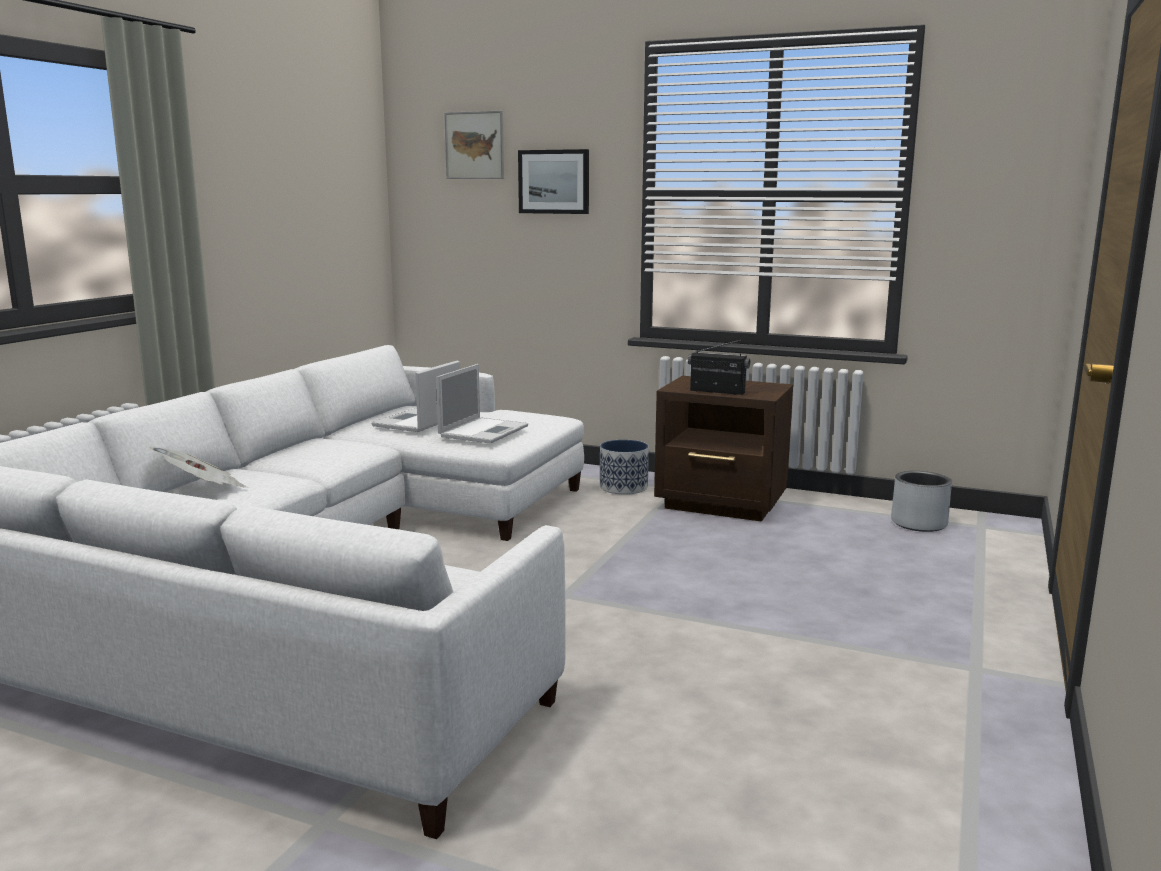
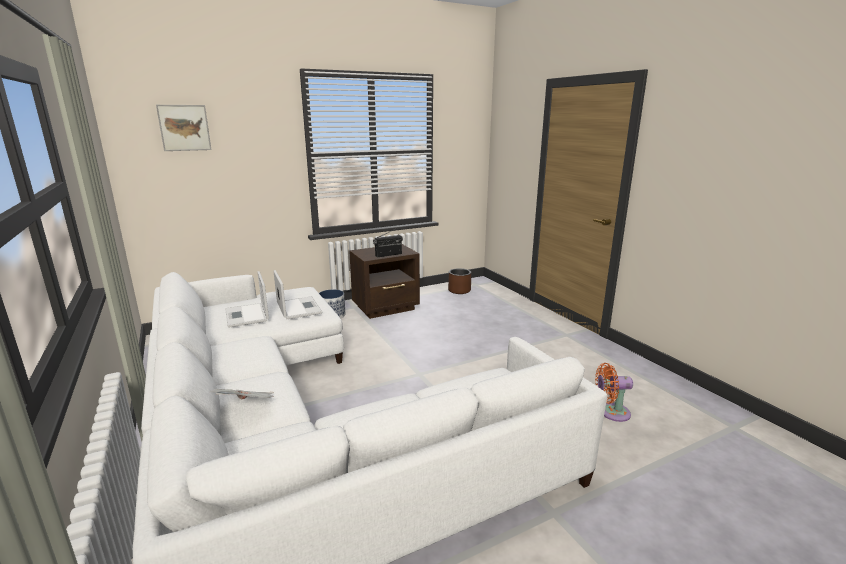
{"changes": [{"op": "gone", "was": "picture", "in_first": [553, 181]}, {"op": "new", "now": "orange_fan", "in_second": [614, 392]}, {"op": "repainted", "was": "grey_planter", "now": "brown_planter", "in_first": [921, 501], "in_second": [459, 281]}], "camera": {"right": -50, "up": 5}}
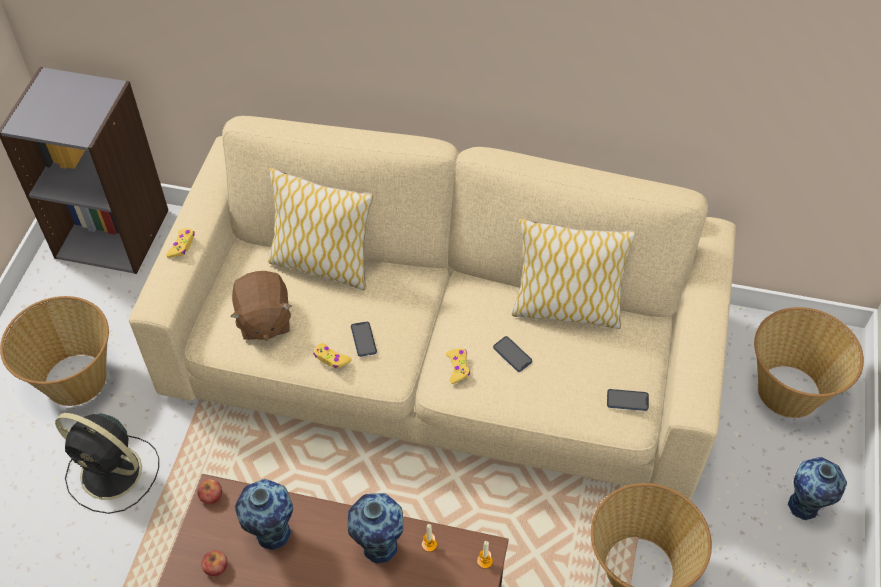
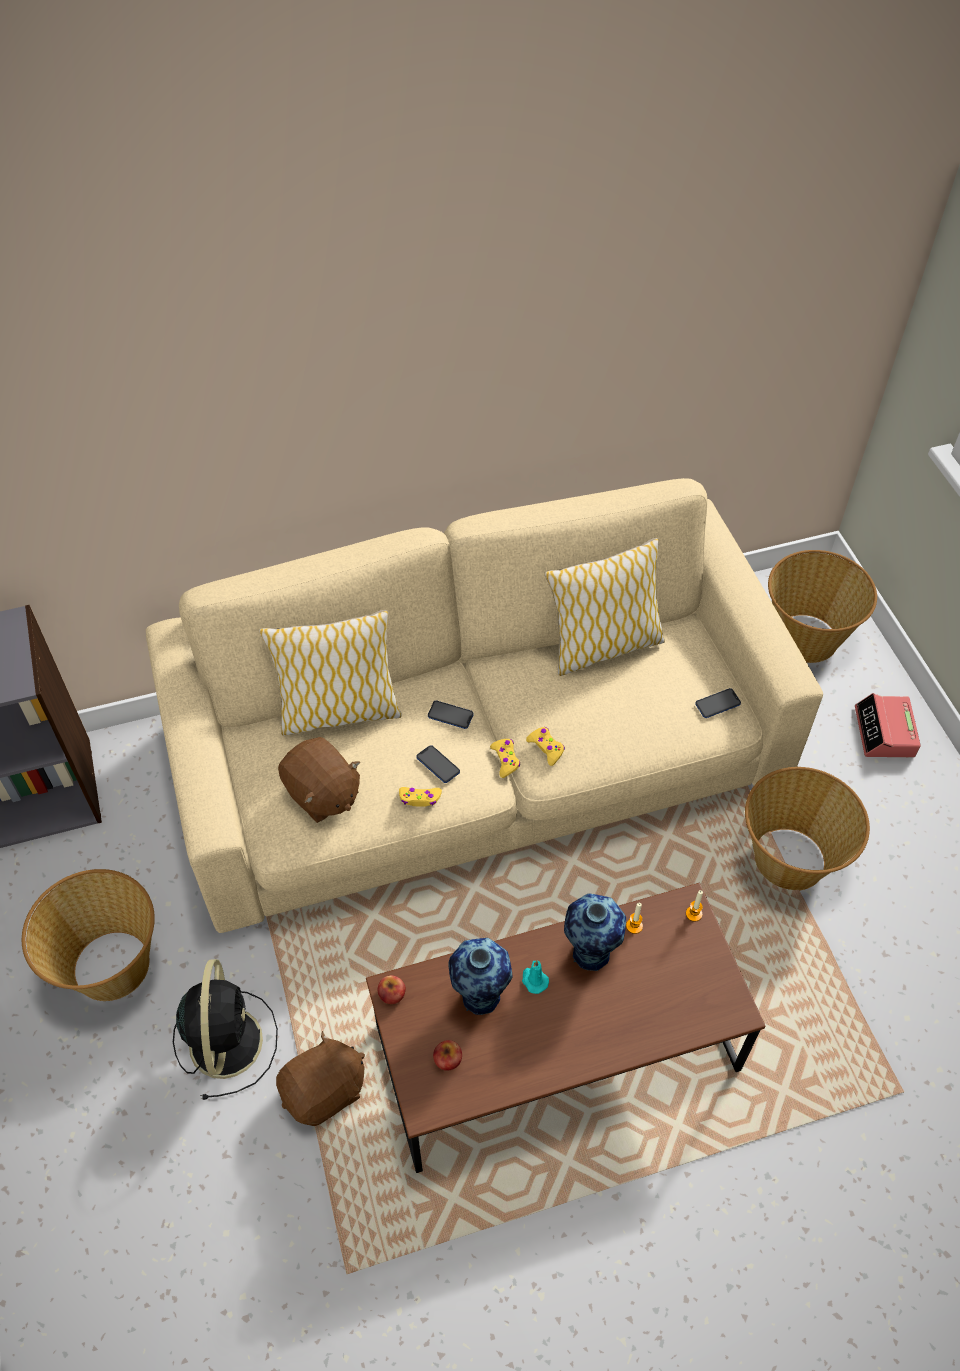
{"changes": [{"op": "new", "now": "brown_plush_toy", "in_second": [320, 1078]}, {"op": "new", "now": "turquoise_candle", "in_second": [535, 977]}, {"op": "shifted", "was": "yellow_game_controller", "in_first": [180, 243], "in_second": [505, 758]}, {"op": "shifted", "was": "phone", "in_first": [512, 354], "in_second": [451, 714]}, {"op": "swapped", "was": "vase", "now": "alarm_clock", "in_first": [817, 488], "in_second": [888, 725]}, {"op": "rotated", "was": "black_fan", "in_first": [107, 463], "in_second": [225, 1029], "clockwise": -90}], "camera": {"right": -30, "up": 0}}
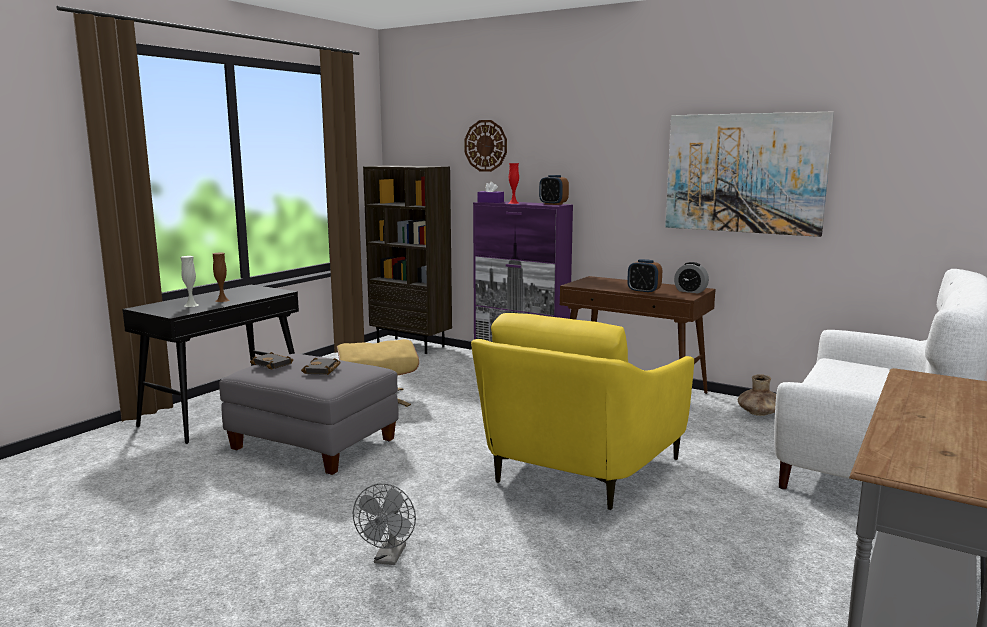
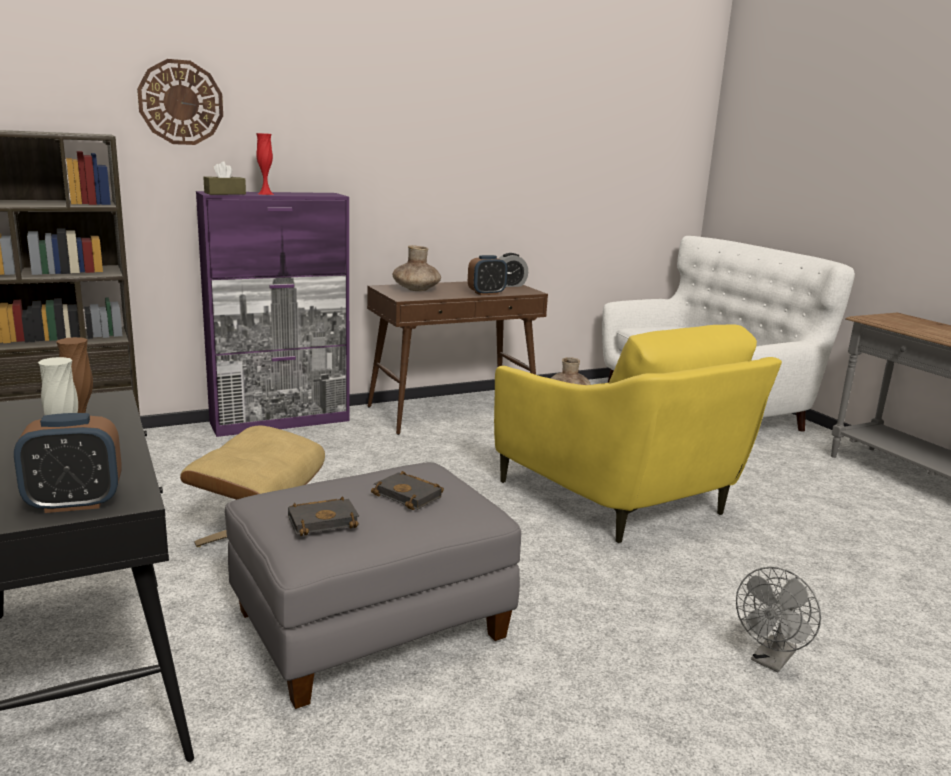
{"changes": [{"op": "gone", "was": "picture", "in_first": [749, 174]}, {"op": "new", "now": "brown_vase", "in_second": [416, 268]}, {"op": "shifted", "was": "alarm_clock", "in_first": [554, 190], "in_second": [68, 463]}, {"op": "repainted", "was": "purple_tissue_box", "now": "brown_tissue_box", "in_first": [491, 192], "in_second": [224, 178]}, {"op": "rotated", "was": "grey_fan", "in_first": [384, 524], "in_second": [778, 619], "clockwise": 90}], "camera": {"right": -60, "up": 5}}
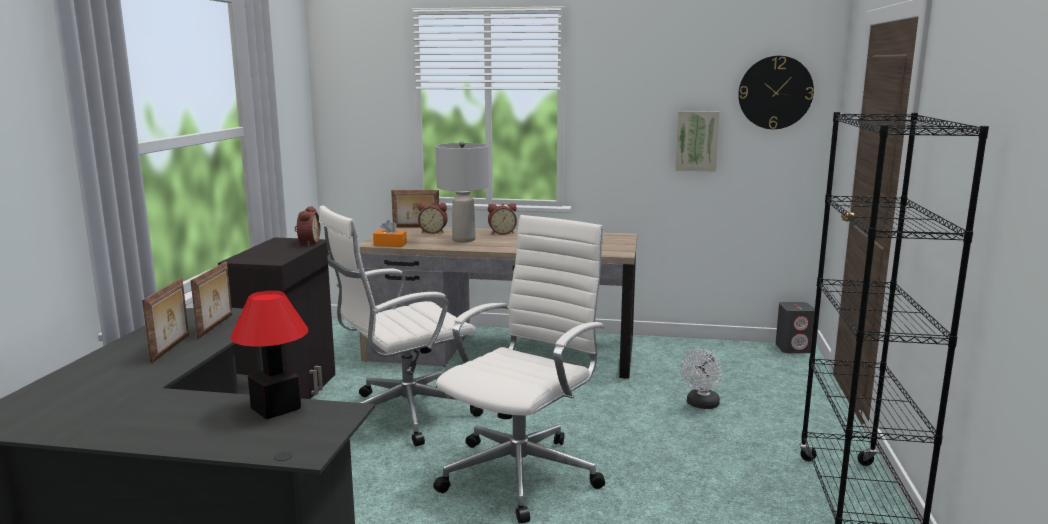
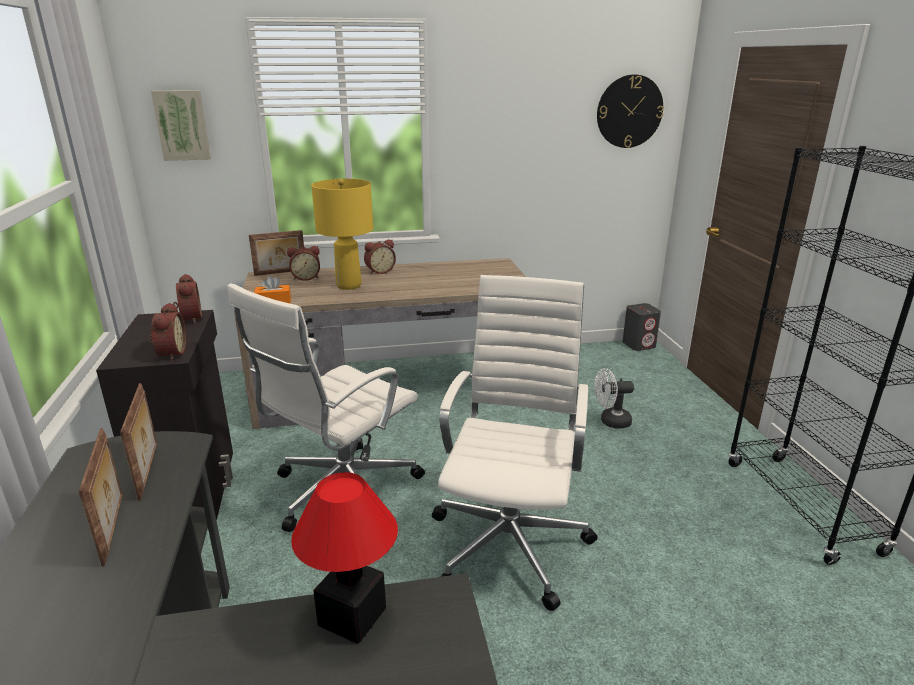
{"changes": [{"op": "new", "now": "alarm_clock", "in_second": [167, 332]}, {"op": "shifted", "was": "picture", "in_first": [697, 141], "in_second": [181, 125]}, {"op": "repainted", "was": "grey_table_lamp", "now": "yellow_table_lamp", "in_first": [462, 191], "in_second": [342, 234]}, {"op": "rotated", "was": "white_fan", "in_first": [701, 379], "in_second": [614, 398], "clockwise": 75}], "camera": {"right": -20, "up": 10}}
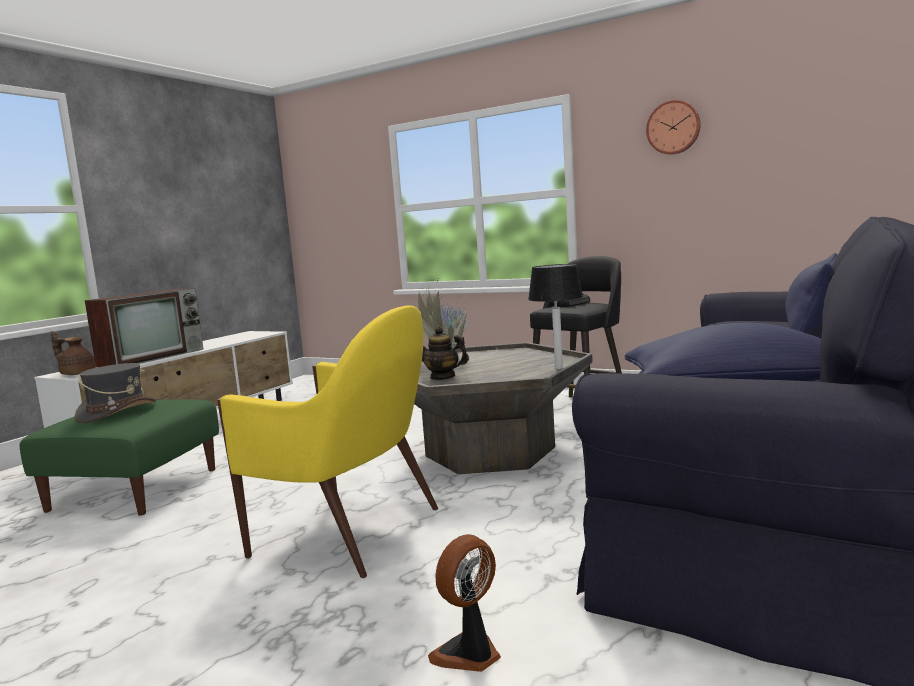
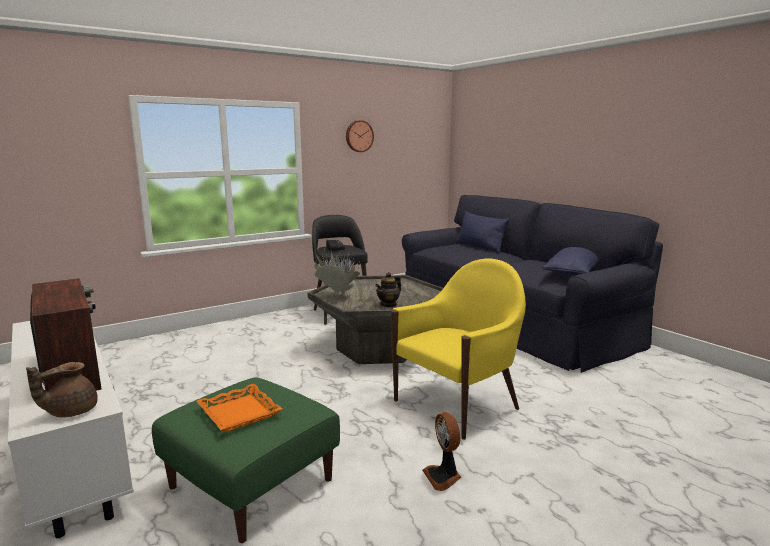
{"changes": [{"op": "gone", "was": "table_lamp", "in_first": [555, 316]}, {"op": "shifted", "was": "fan", "in_first": [464, 603], "in_second": [441, 451]}, {"op": "swapped", "was": "grey_hat", "now": "orange_tray", "in_first": [115, 393], "in_second": [239, 408]}], "camera": {"right": -65, "up": 5}}
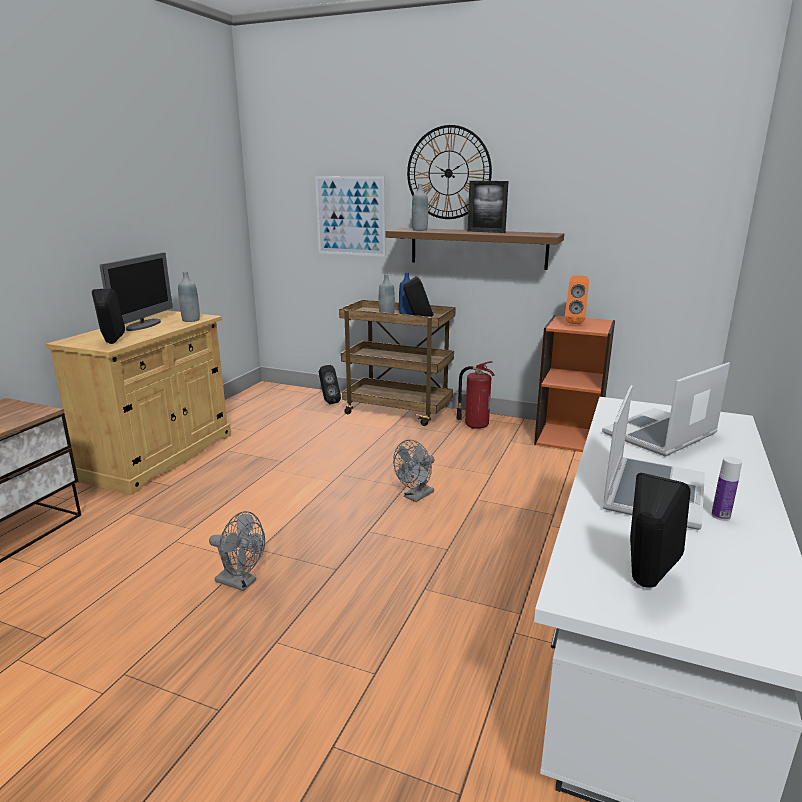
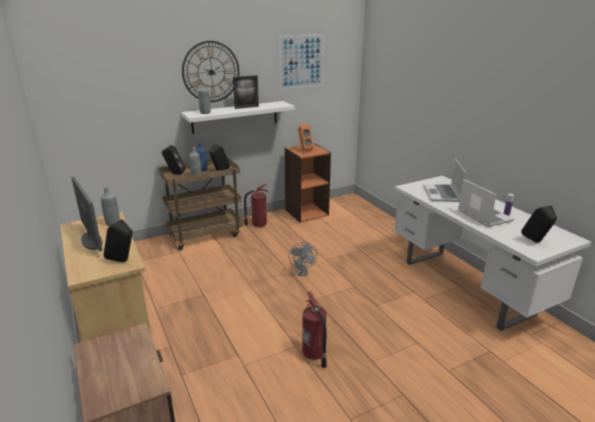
{"changes": [{"op": "shifted", "was": "picture", "in_first": [350, 216], "in_second": [302, 62]}, {"op": "shifted", "was": "black_speaker", "in_first": [330, 384], "in_second": [173, 159]}, {"op": "swapped", "was": "grey_fan", "now": "fire_extinguisher", "in_first": [237, 551], "in_second": [314, 329]}, {"op": "repainted", "was": "brown_shelf", "now": "white_shelf", "in_first": [474, 249], "in_second": [238, 117]}], "camera": {"right": -50, "up": 5}}
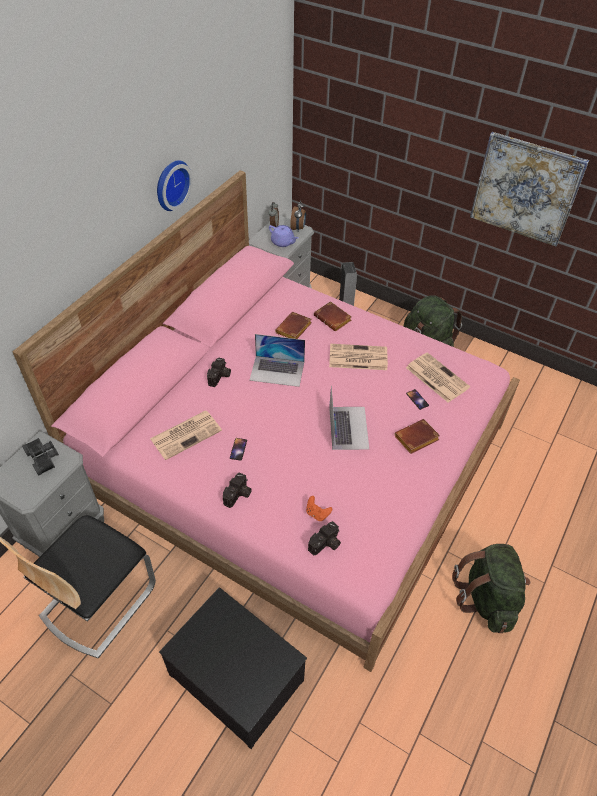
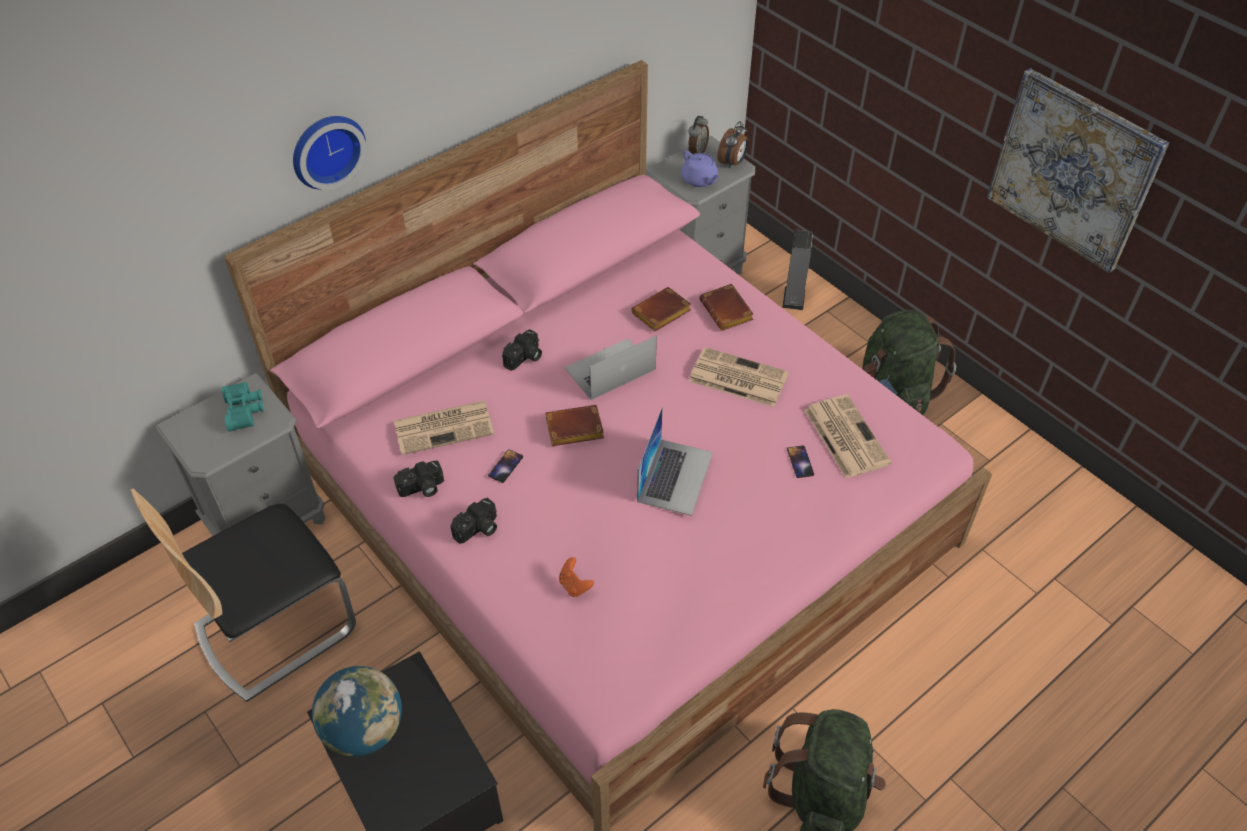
{"changes": [{"op": "new", "now": "globe", "in_second": [357, 711]}, {"op": "shifted", "was": "wall_clock", "in_first": [175, 185], "in_second": [329, 153]}, {"op": "shifted", "was": "photo_camera", "in_first": [324, 538], "in_second": [419, 479]}, {"op": "shifted", "was": "brown_book", "in_first": [417, 436], "in_second": [574, 425]}, {"op": "repainted", "was": "black_binoculars", "now": "turquoise_binoculars", "in_first": [40, 457], "in_second": [243, 407]}, {"op": "rotated", "was": "laptop", "in_first": [277, 360], "in_second": [610, 368], "clockwise": 120}], "camera": {"right": 20, "up": 0}}
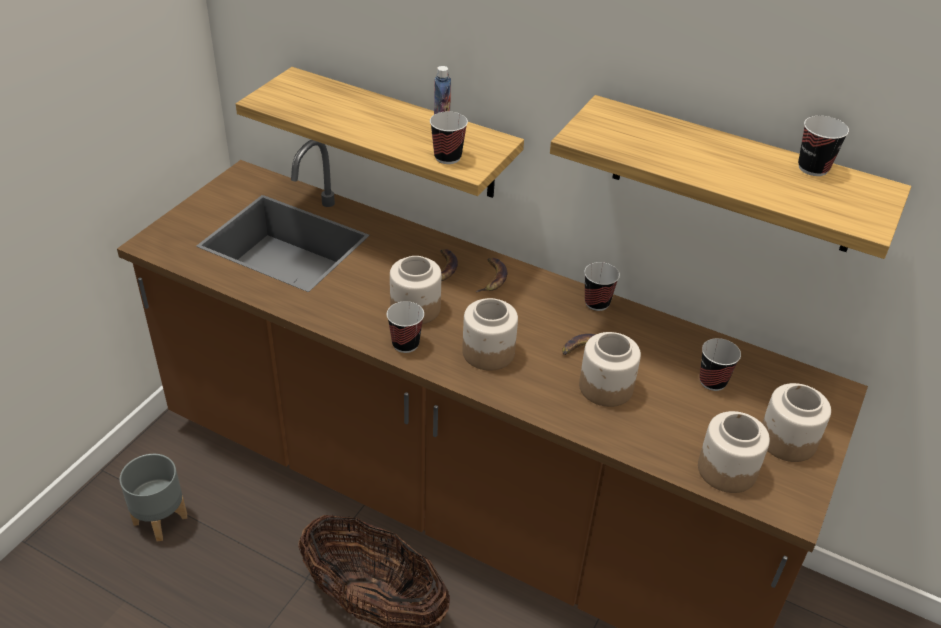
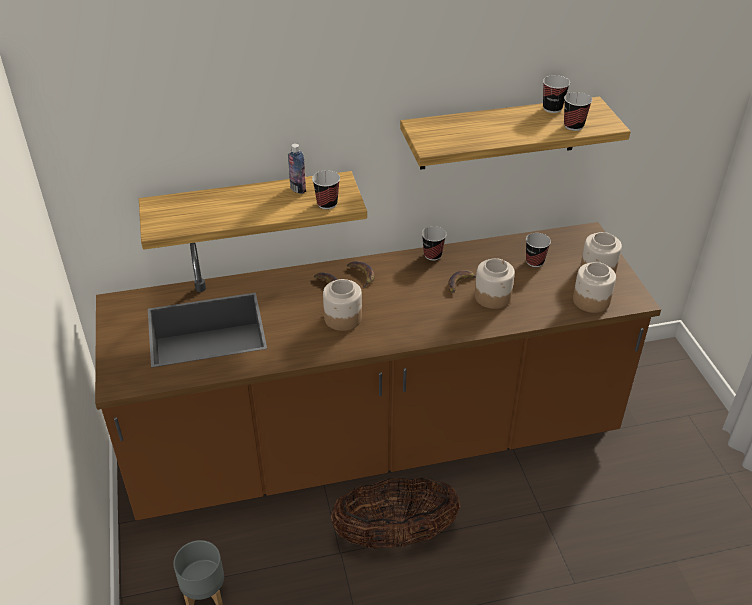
{"changes": [{"op": "gone", "was": "jar", "in_first": [490, 334]}, {"op": "shifted", "was": "cup", "in_first": [405, 327], "in_second": [578, 111]}], "camera": {"right": -40, "up": 0}}
